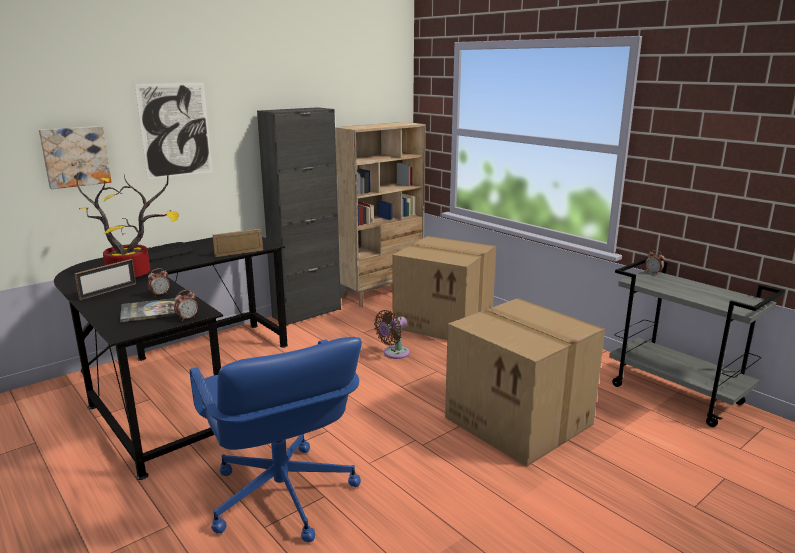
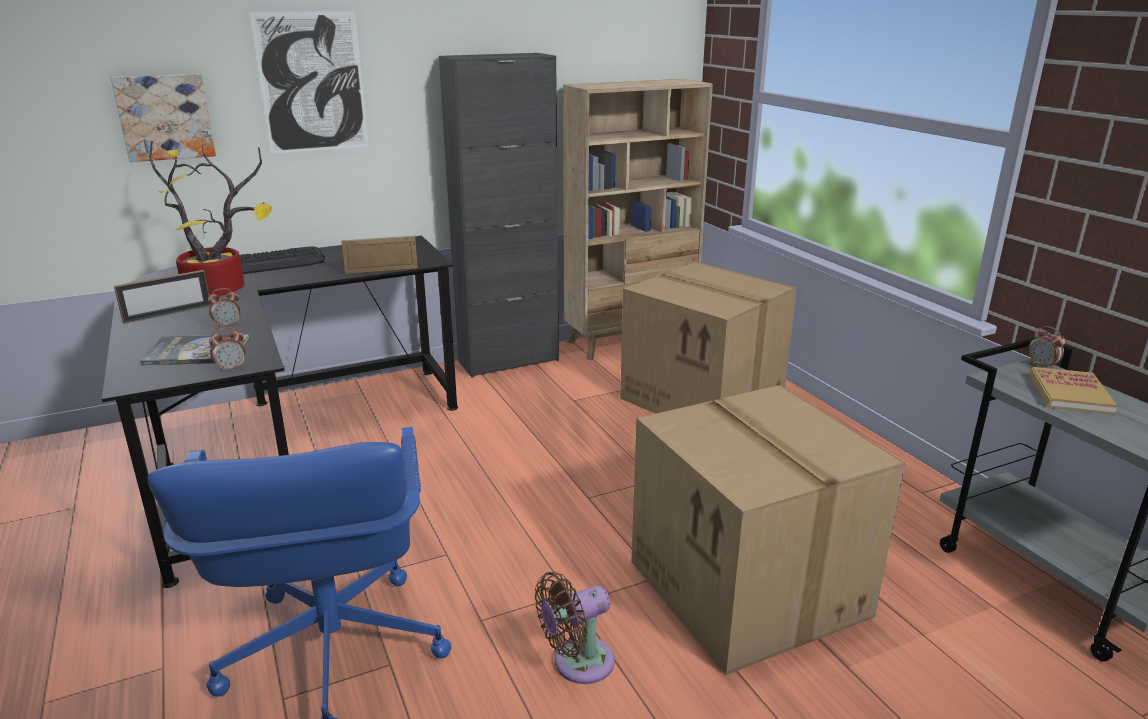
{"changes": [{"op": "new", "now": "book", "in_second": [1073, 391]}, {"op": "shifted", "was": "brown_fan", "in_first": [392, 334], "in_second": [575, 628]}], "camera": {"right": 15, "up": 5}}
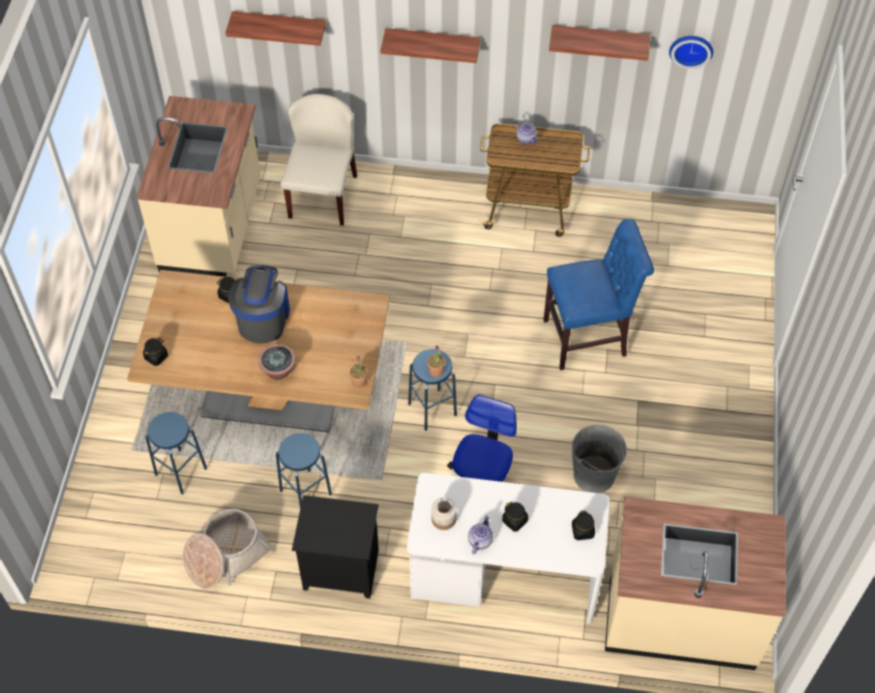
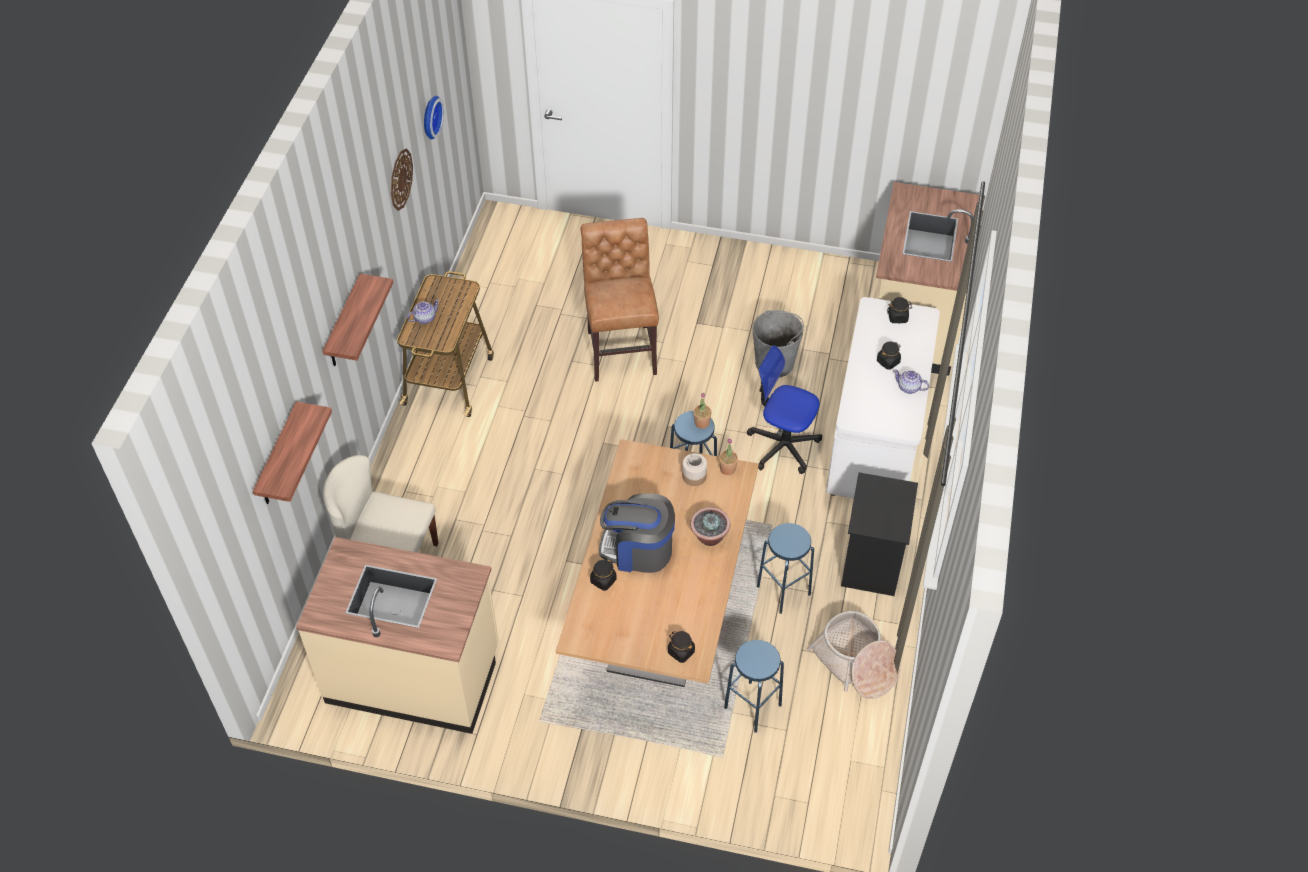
{"changes": [{"op": "shifted", "was": "jar", "in_first": [444, 513], "in_second": [694, 469]}, {"op": "swapped", "was": "shelf", "now": "wall_clock", "in_first": [599, 43], "in_second": [402, 179]}, {"op": "repainted", "was": "blue_chair", "now": "brown_chair", "in_first": [598, 294], "in_second": [620, 300]}], "camera": {"right": -85, "up": -5}}
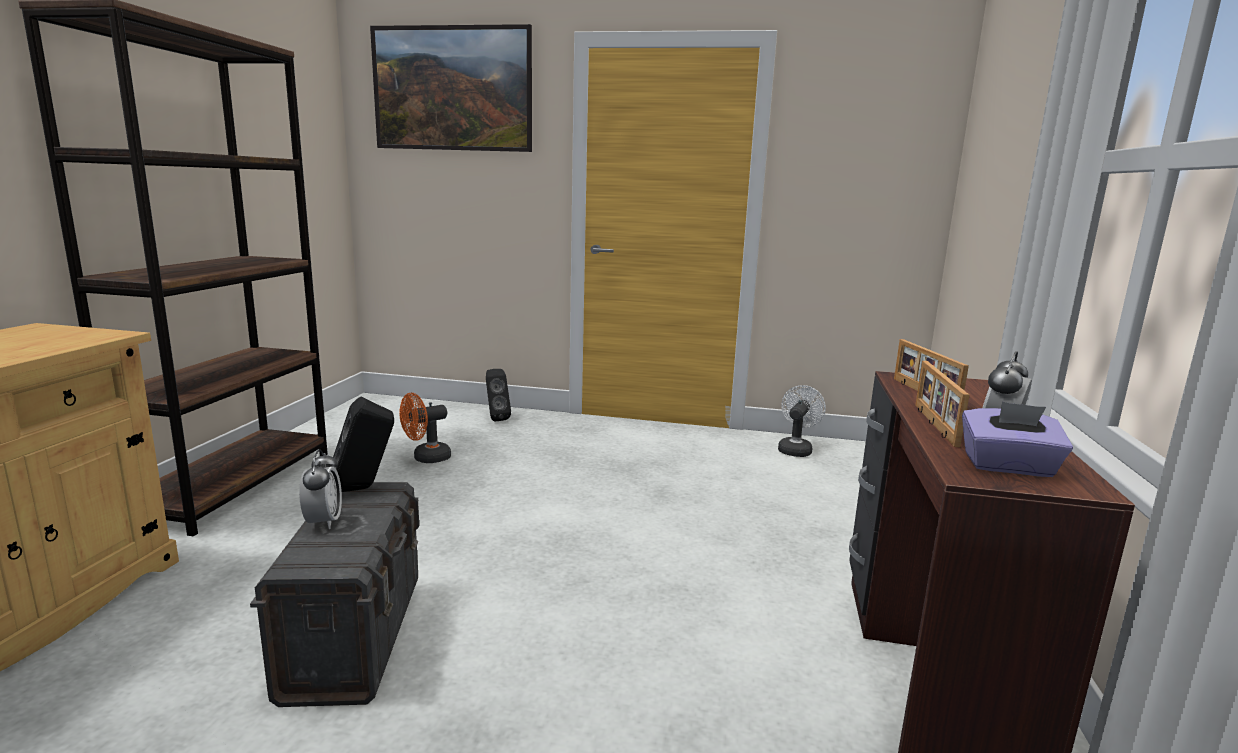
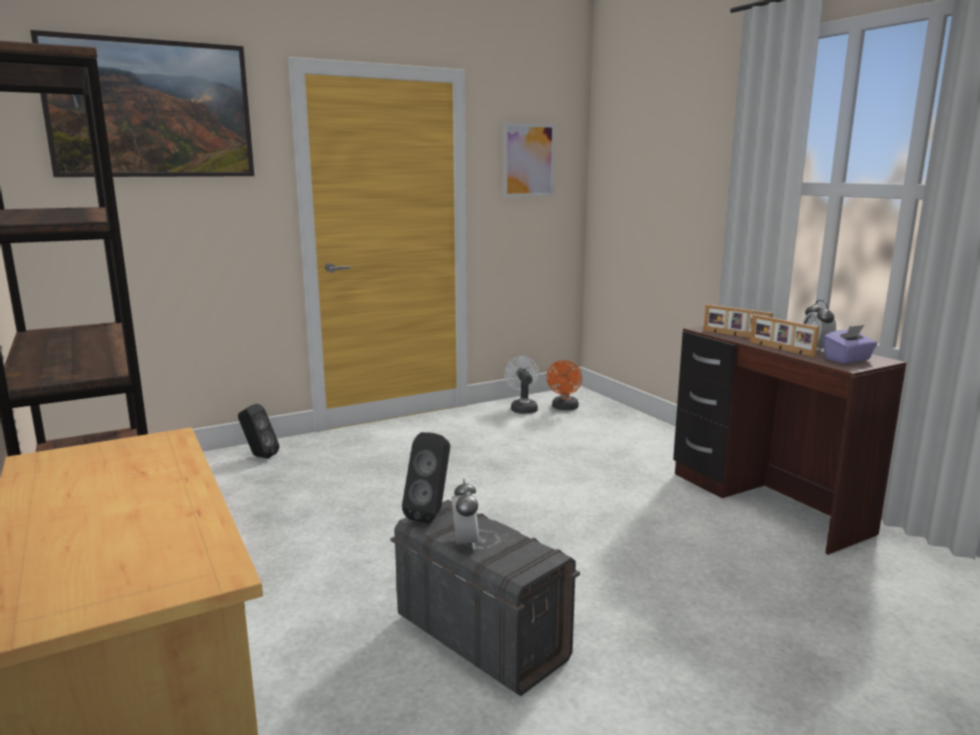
{"changes": [{"op": "new", "now": "picture", "in_second": [529, 160]}, {"op": "shifted", "was": "orange_fan", "in_first": [425, 428], "in_second": [564, 385]}, {"op": "rotated", "was": "alarm_clock", "in_first": [320, 489], "in_second": [465, 514], "clockwise": 45}], "camera": {"right": -40, "up": 0}}
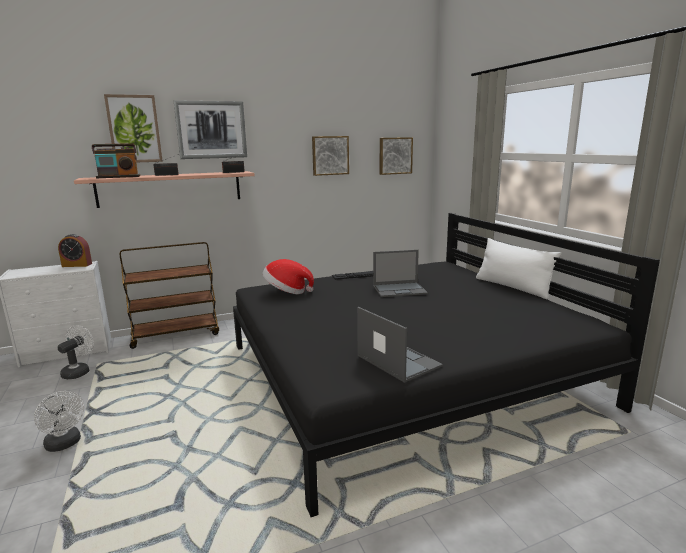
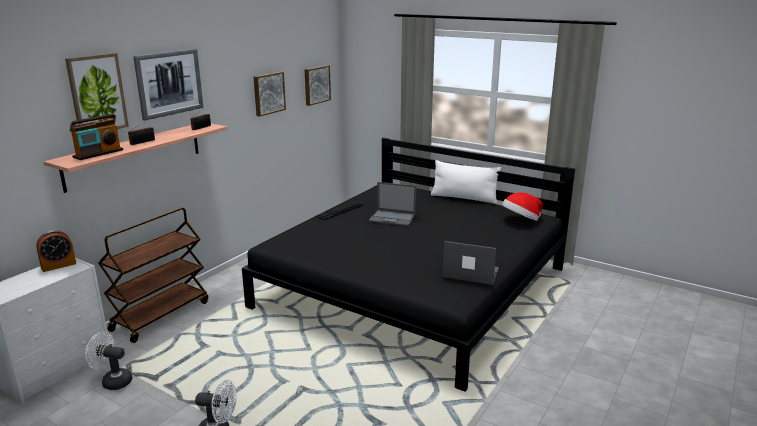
{"changes": [{"op": "shifted", "was": "hat", "in_first": [288, 276], "in_second": [522, 207]}, {"op": "rotated", "was": "white_fan", "in_first": [76, 352], "in_second": [109, 361], "clockwise": -60}, {"op": "rotated", "was": "laptop", "in_first": [400, 273], "in_second": [393, 204], "clockwise": 60}], "camera": {"right": -35, "up": 5}}
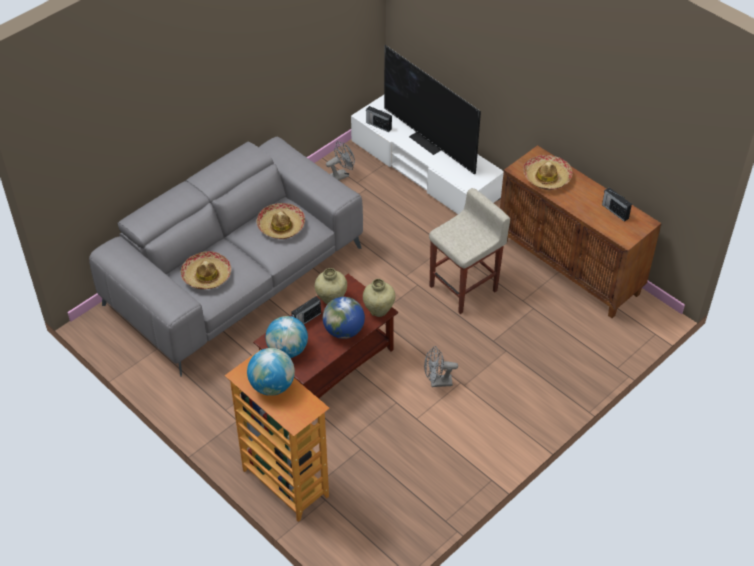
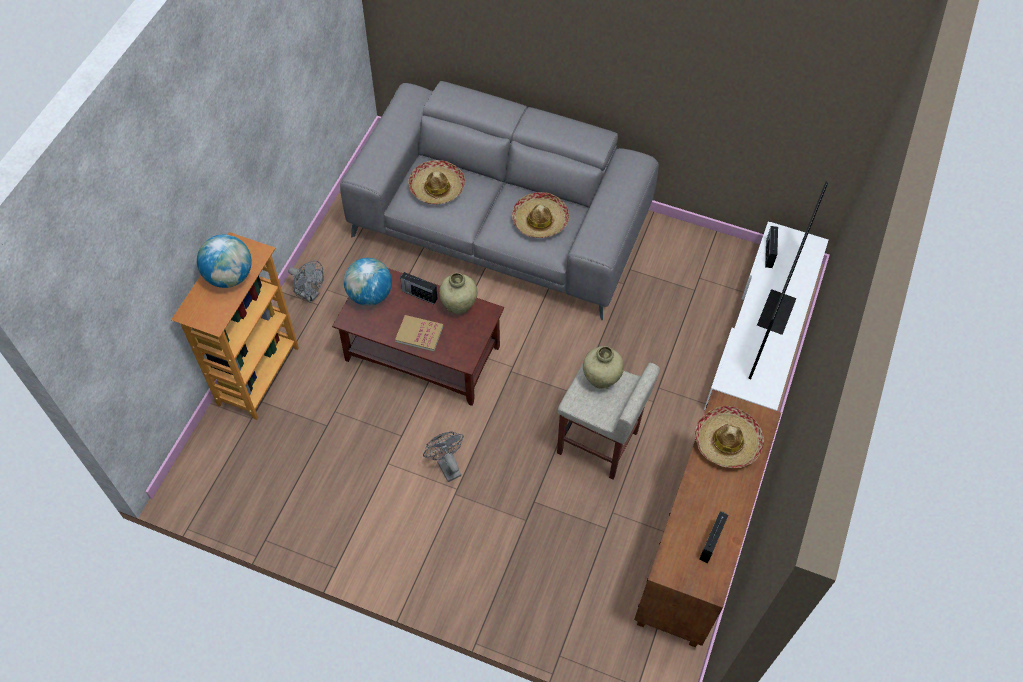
{"changes": [{"op": "shifted", "was": "grey_fan", "in_first": [340, 160], "in_second": [306, 282]}, {"op": "shifted", "was": "beige_vase", "in_first": [379, 298], "in_second": [603, 367]}, {"op": "swapped", "was": "globe", "now": "book", "in_first": [344, 318], "in_second": [419, 333]}], "camera": {"right": 65, "up": 10}}
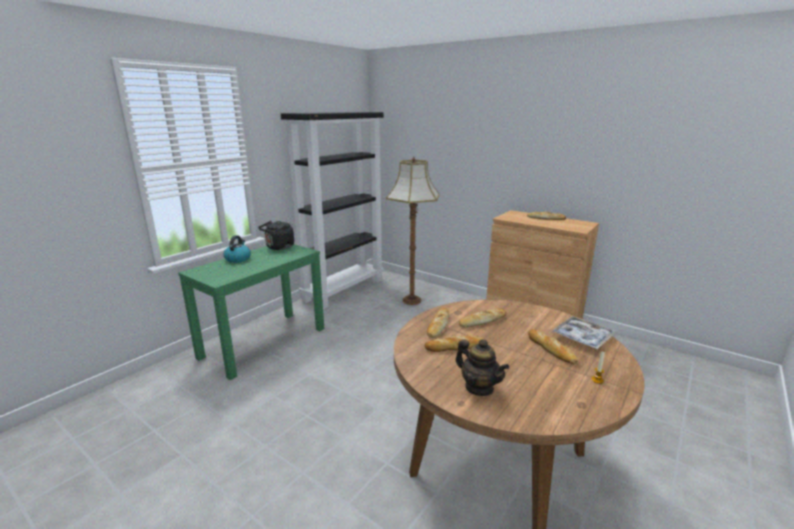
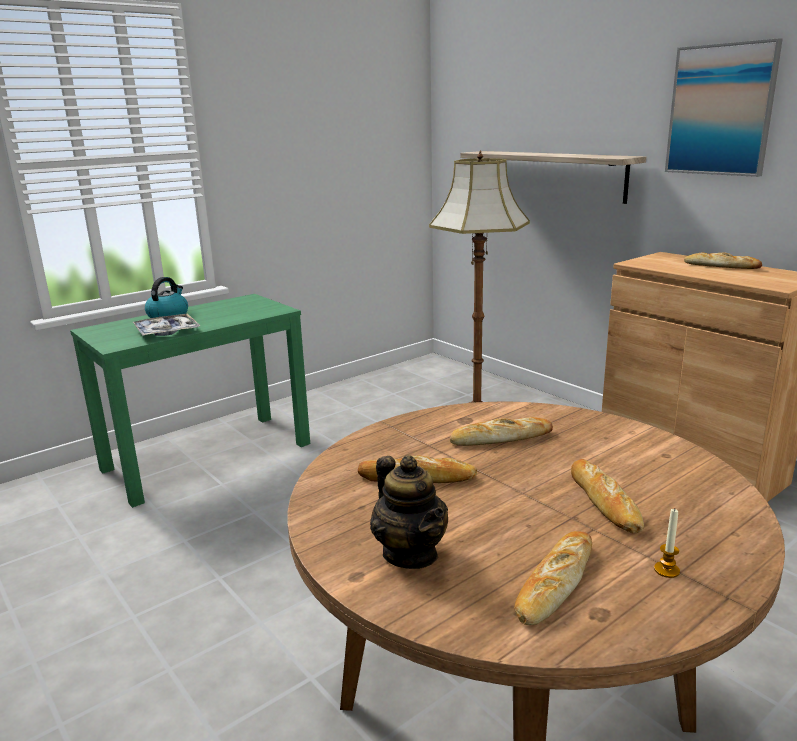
{"changes": [{"op": "gone", "was": "black_kettle", "in_first": [276, 235]}, {"op": "gone", "was": "black_bookcase", "in_first": [332, 210]}, {"op": "new", "now": "shelf", "in_second": [553, 177]}, {"op": "new", "now": "picture", "in_second": [724, 107]}, {"op": "shifted", "was": "bread", "in_first": [438, 323], "in_second": [553, 578]}, {"op": "shifted", "was": "tray", "in_first": [583, 332], "in_second": [166, 324]}], "camera": {"right": 15, "up": 0}}
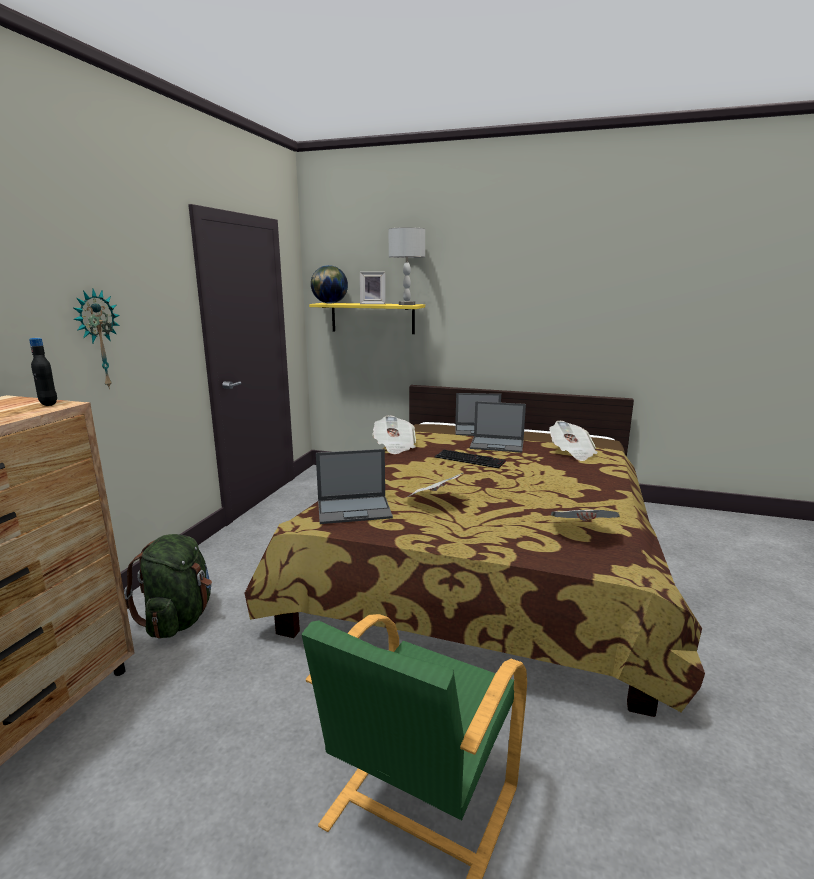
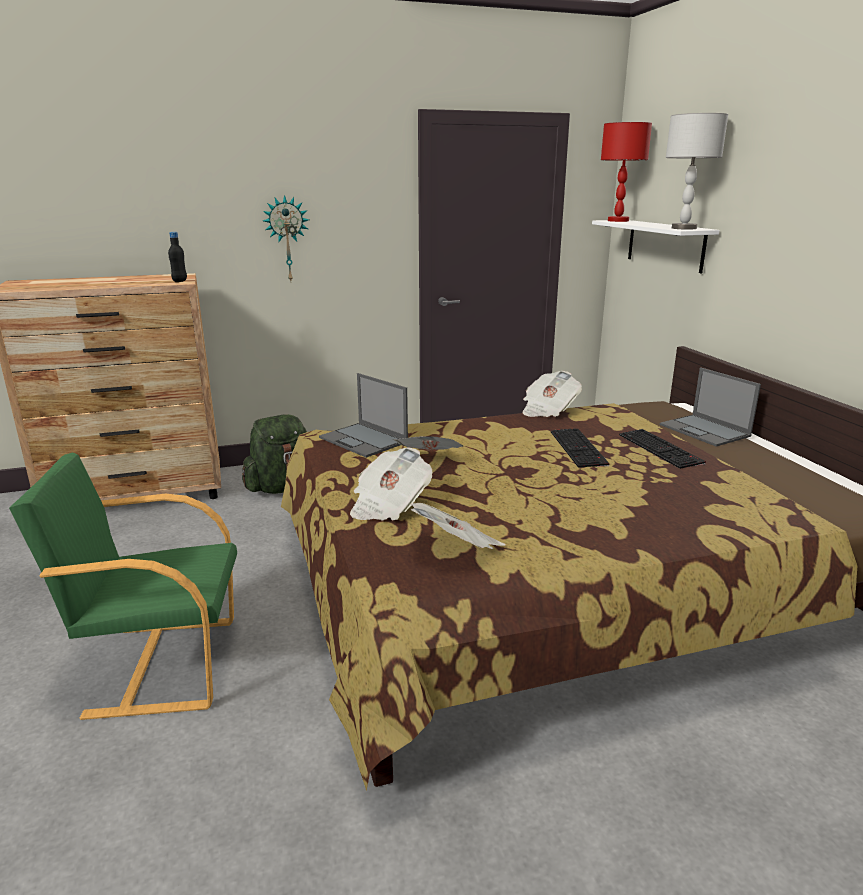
{"changes": [{"op": "gone", "was": "picture_frame", "in_first": [372, 288]}, {"op": "shifted", "was": "newspaper", "in_first": [573, 441], "in_second": [391, 484]}, {"op": "swapped", "was": "globe", "now": "red_table_lamp", "in_first": [329, 284], "in_second": [626, 172]}, {"op": "swapped", "was": "laptop", "now": "keyboard", "in_first": [498, 427], "in_second": [662, 449]}, {"op": "repainted", "was": "yellow_shelf", "now": "white_shelf", "in_first": [367, 318], "in_second": [656, 246]}], "camera": {"right": 55, "up": 5}}
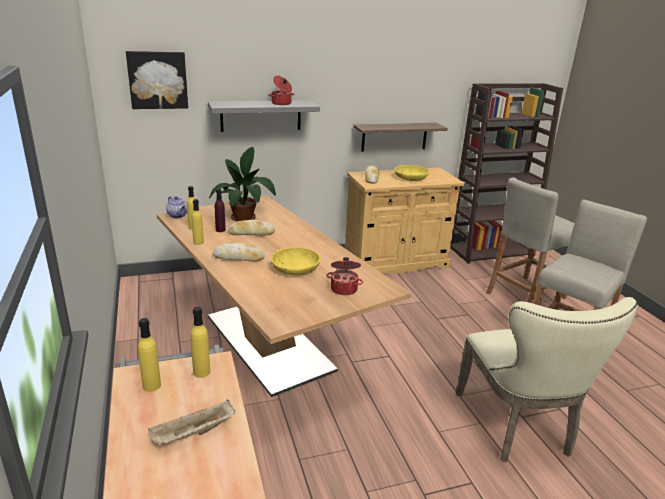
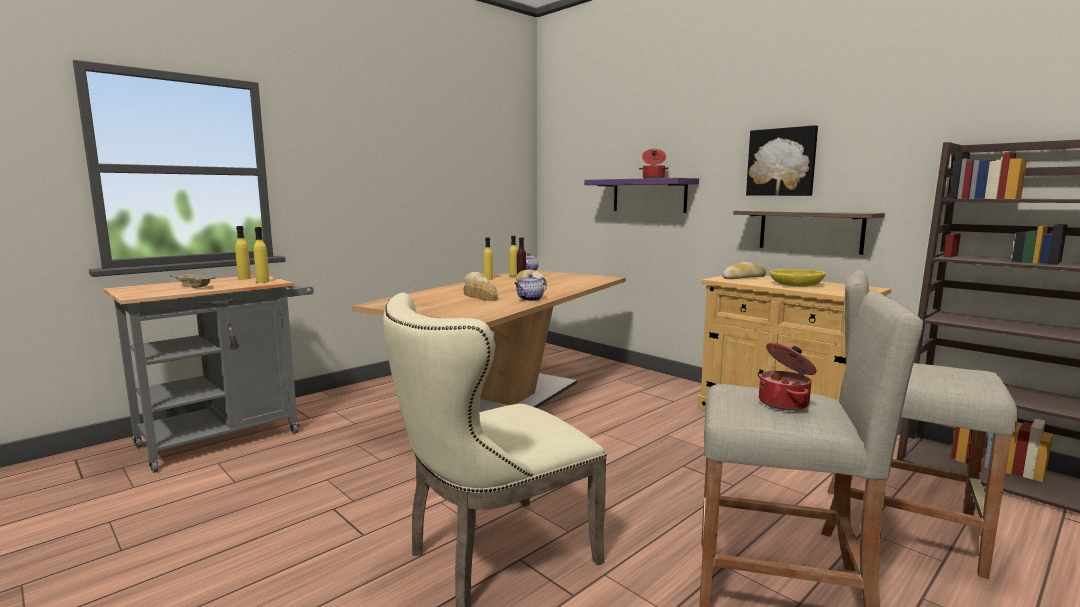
{"changes": [{"op": "gone", "was": "potted_plant", "in_first": [242, 184]}, {"op": "new", "now": "teapot", "in_second": [530, 287]}, {"op": "shifted", "was": "picture", "in_first": [157, 80], "in_second": [782, 160]}, {"op": "shifted", "was": "cooking_pot", "in_first": [345, 276], "in_second": [788, 377]}, {"op": "swapped", "was": "yellow_bowl", "now": "bread", "in_first": [296, 261], "in_second": [481, 291]}, {"op": "repainted", "was": "grey_shelf", "now": "purple_shelf", "in_first": [264, 116], "in_second": [641, 195]}], "camera": {"right": 65, "up": -15}}
